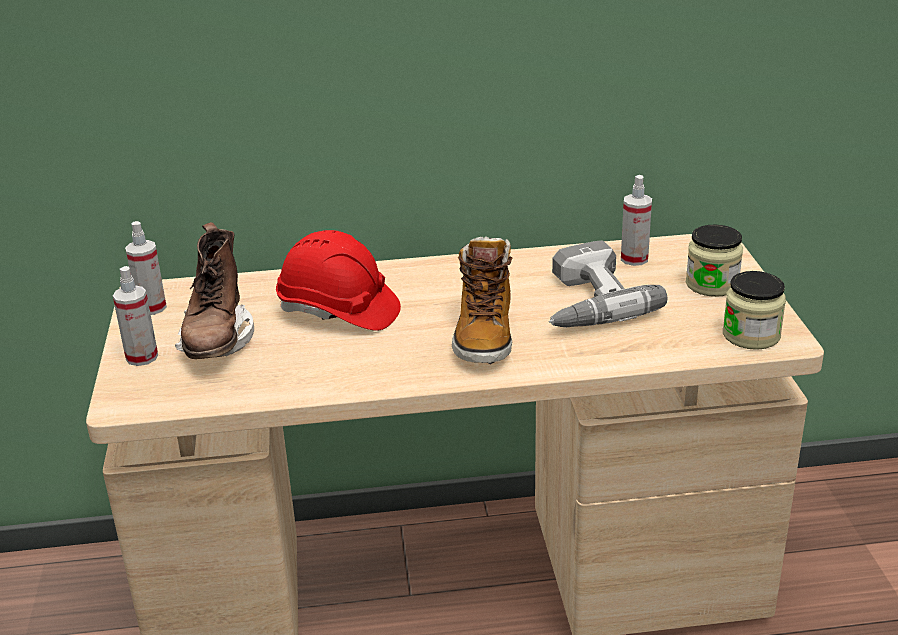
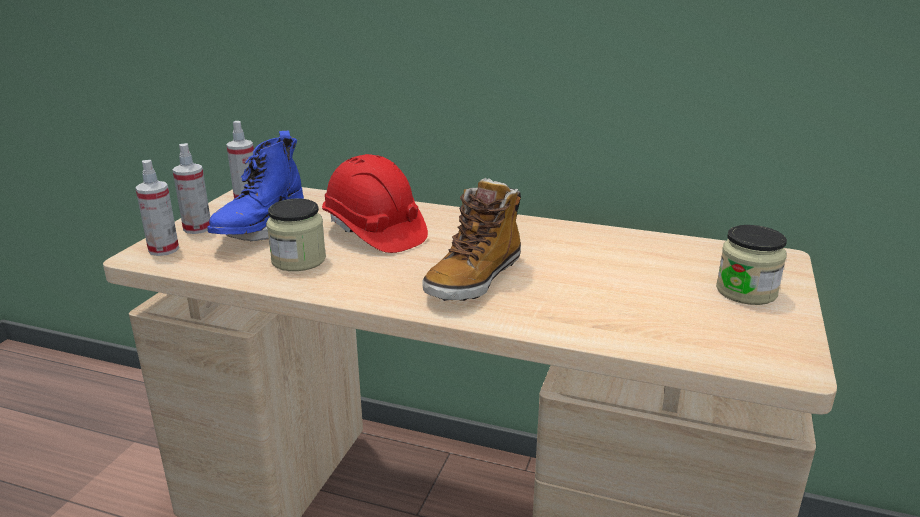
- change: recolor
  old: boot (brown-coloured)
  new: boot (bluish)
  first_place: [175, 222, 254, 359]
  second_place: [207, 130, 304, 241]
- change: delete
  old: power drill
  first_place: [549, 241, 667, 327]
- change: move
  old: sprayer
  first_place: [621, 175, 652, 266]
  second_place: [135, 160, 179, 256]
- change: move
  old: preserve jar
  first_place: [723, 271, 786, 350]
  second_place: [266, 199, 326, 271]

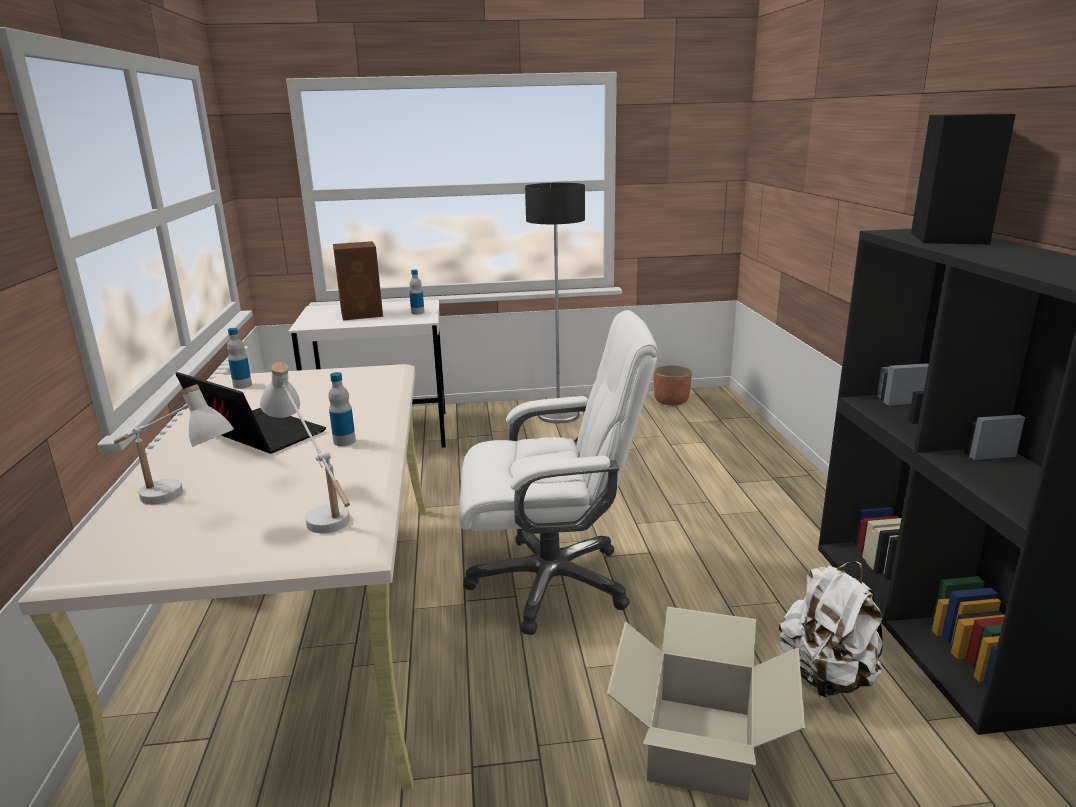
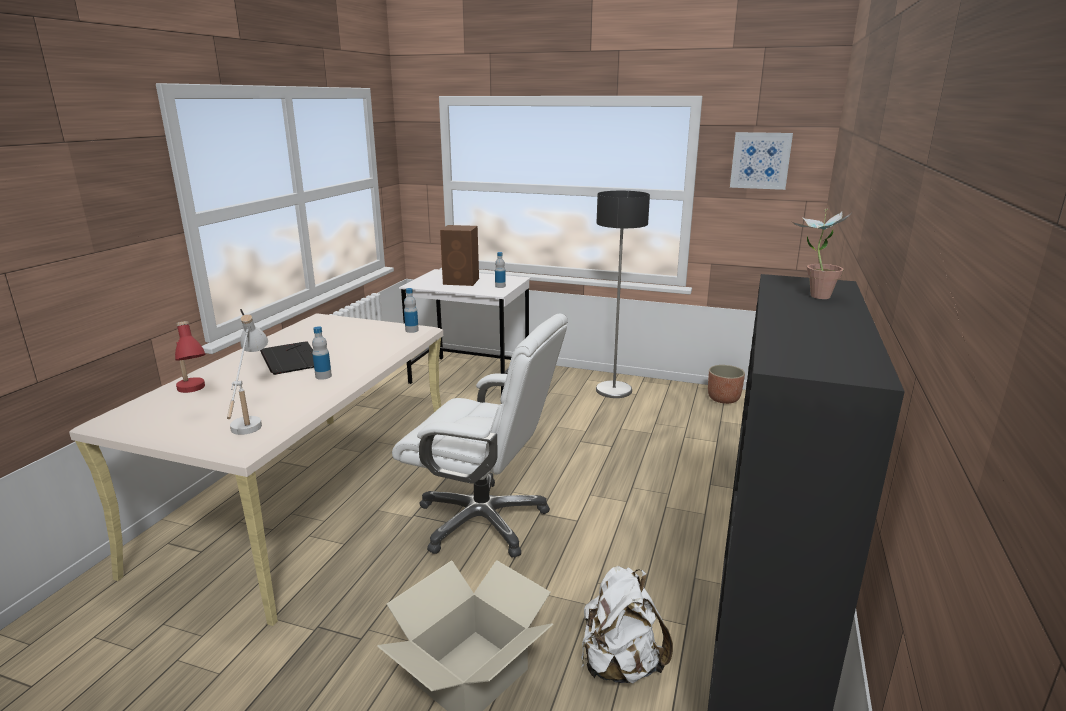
- change: recolor
  old: lamp for a table (white-coloured)
  new: lamp for a table (red)
  first_place: [114, 384, 234, 505]
  second_place: [175, 321, 206, 393]
- change: move
  old: bottle
  first_place: [227, 328, 252, 389]
  second_place: [404, 288, 419, 333]
- change: replace
  old: speaker (black-coloured)
  new: houseplant
  first_place: [911, 113, 1016, 244]
  second_place: [792, 209, 851, 299]
- change: insert
  new: wall picture
  second_place: [730, 132, 793, 190]

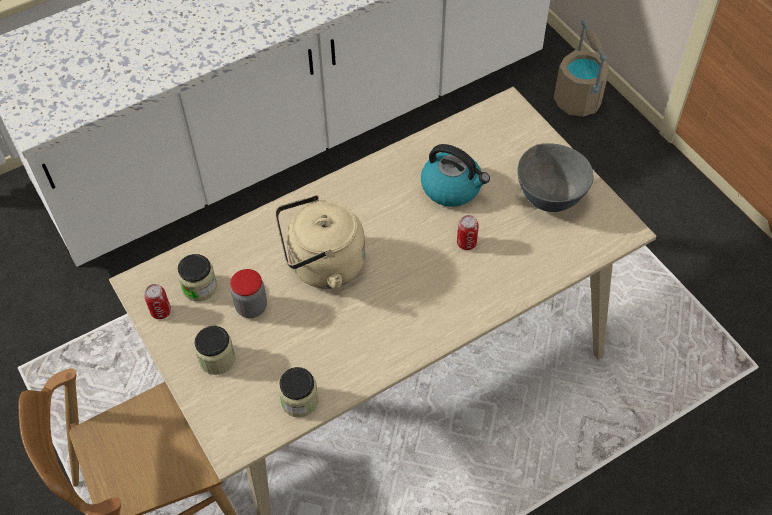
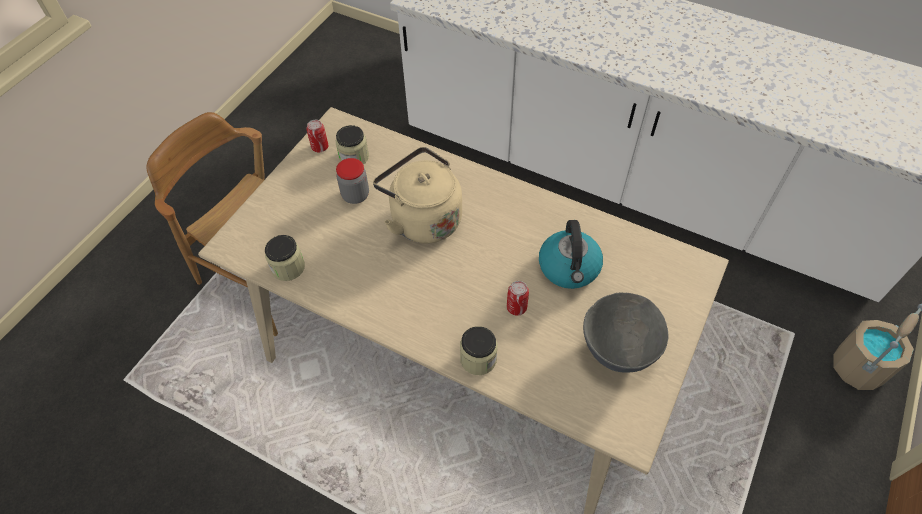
- change: move
  old: preserve jar
  first_place: [194, 326, 235, 375]
  second_place: [460, 326, 498, 375]

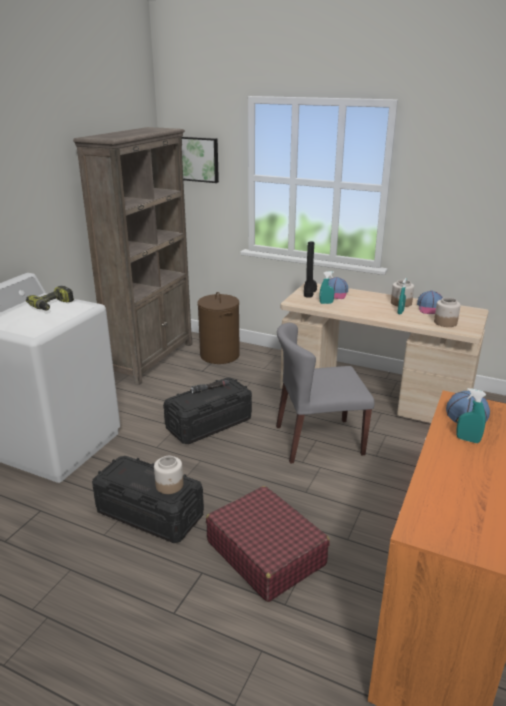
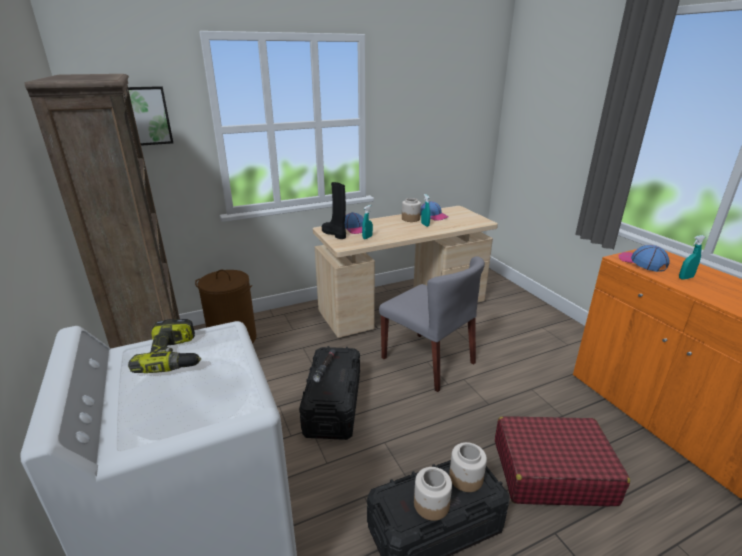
- change: rotate
  old: plain chair (grey)
  first_place: [276, 323, 375, 464]
  second_place: [379, 256, 485, 392]
  degrees: -75
- change: move
  old: preserve jar
  first_place: [434, 297, 461, 327]
  second_place: [414, 467, 452, 521]

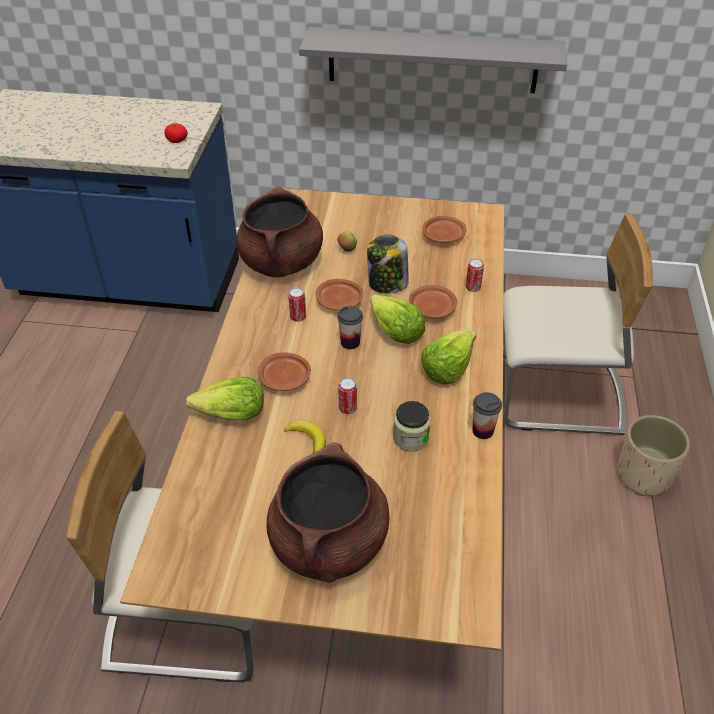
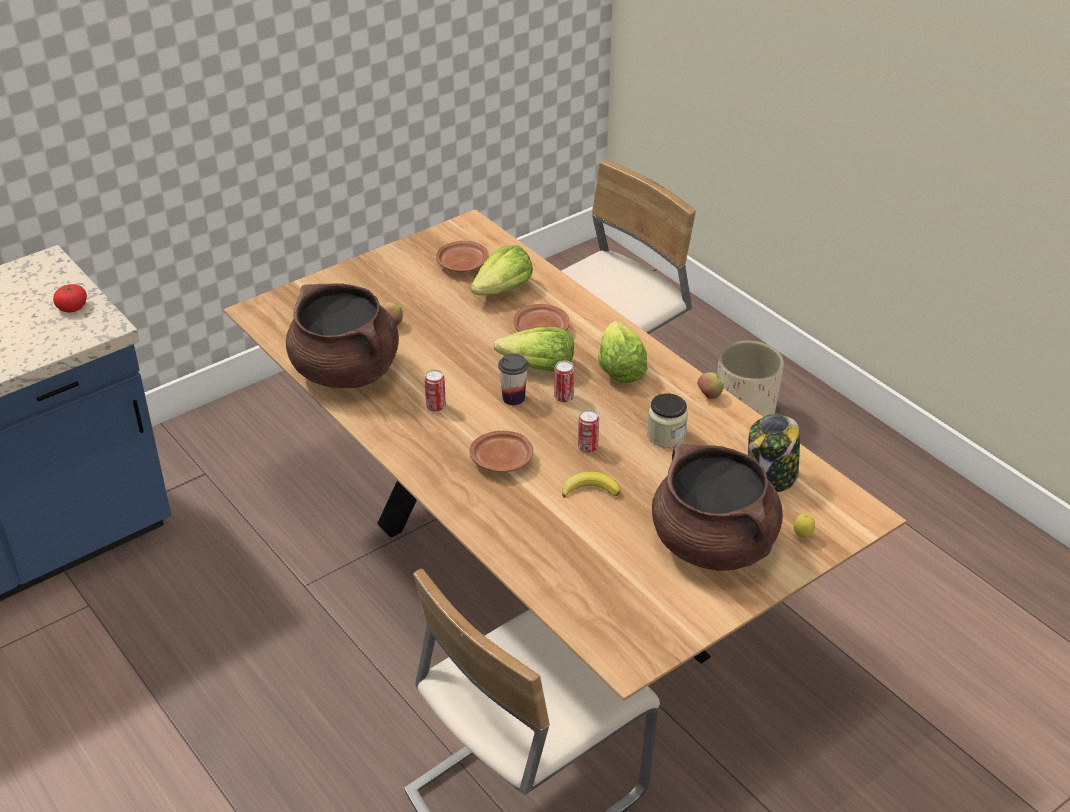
- change: move
  old: head of lettuce
  first_place: [186, 377, 264, 420]
  second_place: [470, 245, 533, 295]
- change: delete
  old: shelf (grey)
  first_place: [299, 27, 567, 93]
- change: delete
  old: dinner plate (brown-coloured)
  first_place: [315, 279, 363, 310]
- change: move
  old: preserve jar
  first_place: [367, 235, 409, 293]
  second_place: [748, 414, 800, 492]
- change: move
  old: metal can
  first_place: [466, 258, 484, 292]
  second_place: [554, 361, 574, 403]
- change: replace
  old: cup
  new: apple fruit
  first_place: [473, 392, 502, 439]
  second_place: [697, 372, 724, 399]
- change: insert
  new: citrus fruit
  second_place: [794, 513, 815, 538]

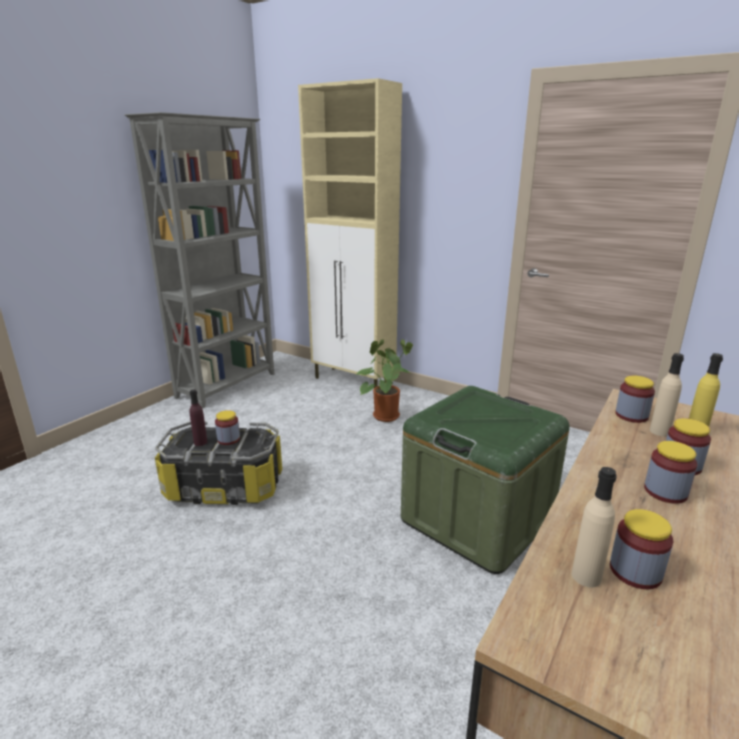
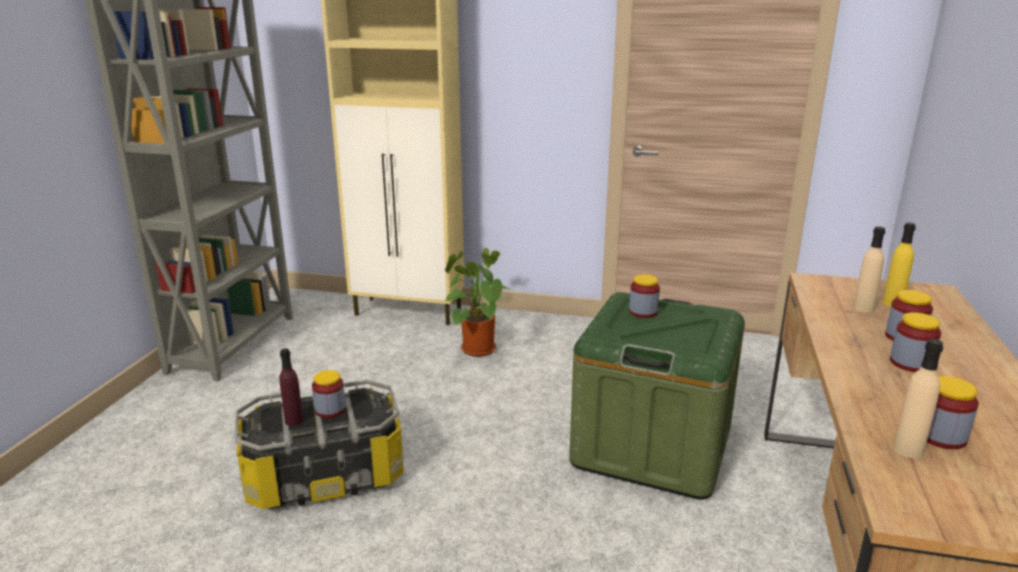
- change: move
  old: preserve jar
  first_place: [615, 376, 655, 423]
  second_place: [629, 274, 660, 318]

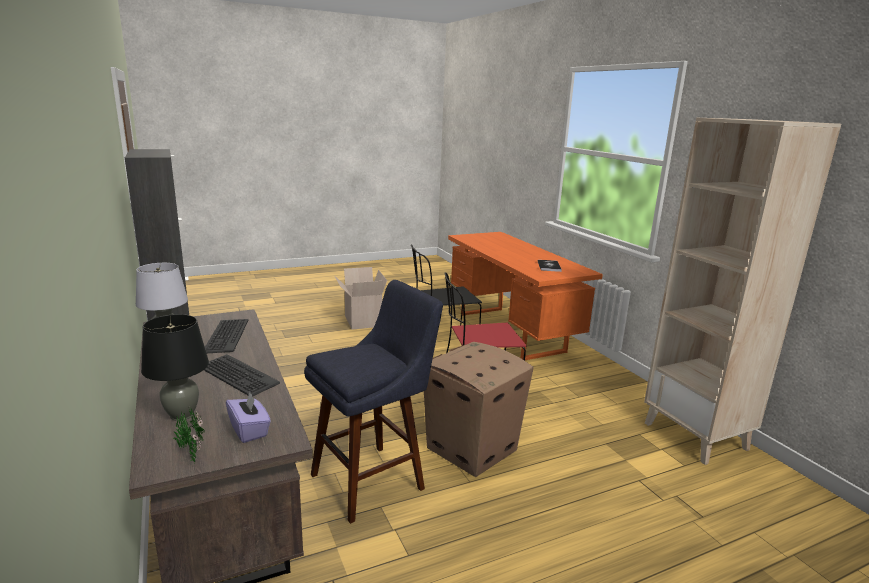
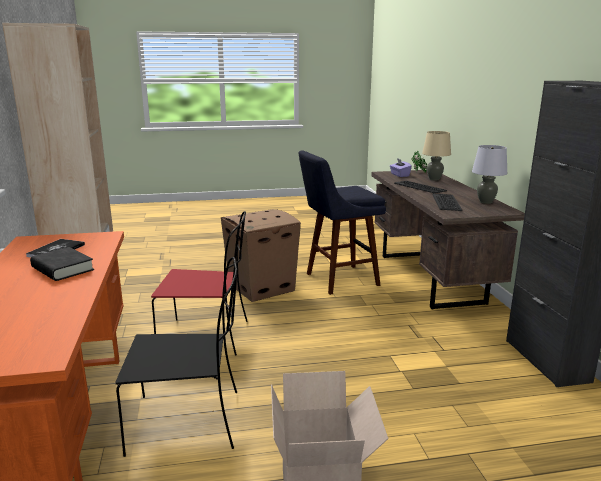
- change: recolor
  old: lamp for a table (black-coloured)
  new: lamp for a table (beige)
  first_place: [141, 314, 209, 421]
  second_place: [422, 131, 451, 181]
- change: insert
  new: bound book (black-coloured)
  second_place: [30, 247, 94, 281]

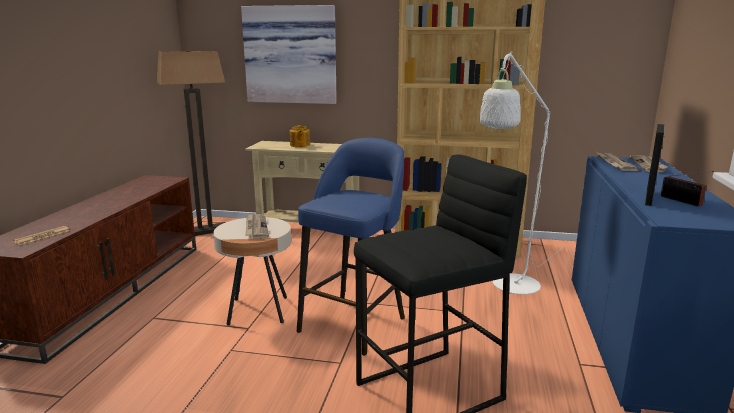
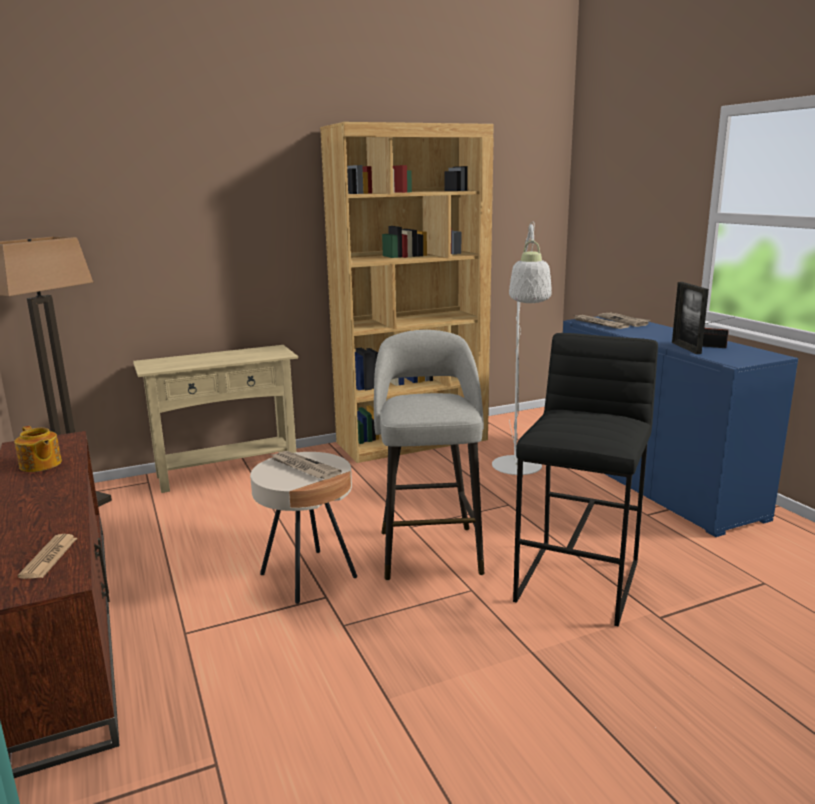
- change: delete
  old: wall picture
  first_place: [241, 5, 337, 104]
- change: move
  old: pot for tea
  first_place: [290, 125, 310, 147]
  second_place: [14, 426, 62, 472]
- change: recolor
  old: sitting stool (bluish)
  new: sitting stool (grey)
  first_place: [297, 138, 405, 356]
  second_place: [374, 330, 484, 580]

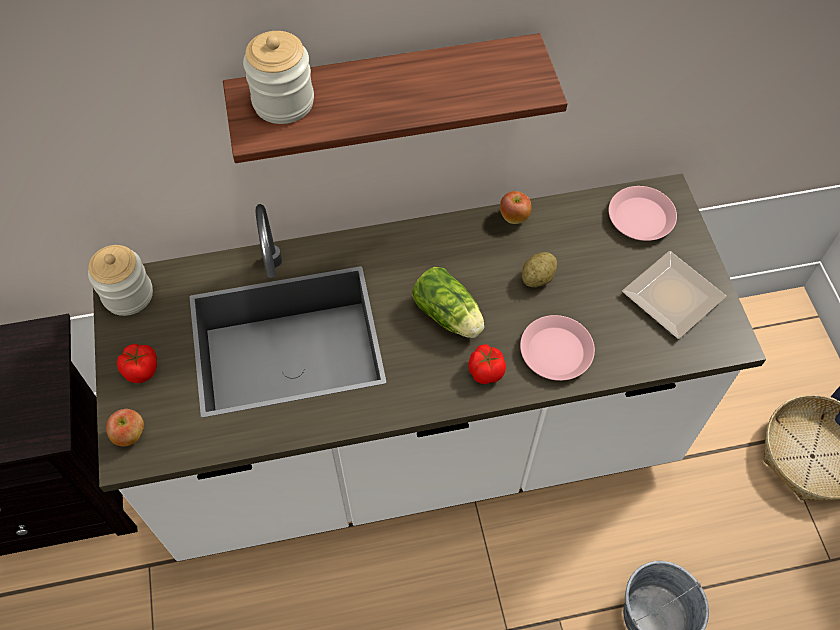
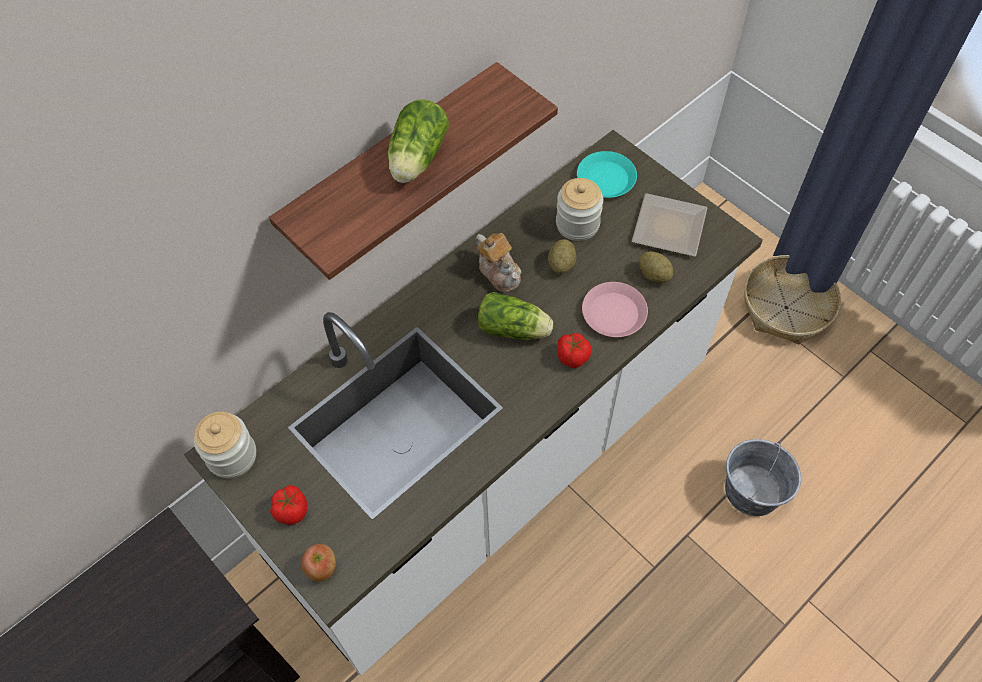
- change: move
  old: preserve jar
  first_place: [243, 31, 314, 124]
  second_place: [556, 178, 603, 241]
- change: delete
  old: apple fruit
  first_place: [500, 191, 532, 224]
- change: recolor
  old: dinner plate (pinkish)
  new: dinner plate (turquoise-coloured)
  first_place: [608, 186, 677, 241]
  second_place: [577, 151, 637, 198]
- change: insert
  new: head of lettuce
  second_place: [388, 99, 449, 183]
- change: insert
  new: pot for tea
  second_place: [476, 233, 522, 292]
- change: insert
  new: whole potato
  second_place: [639, 251, 673, 283]

